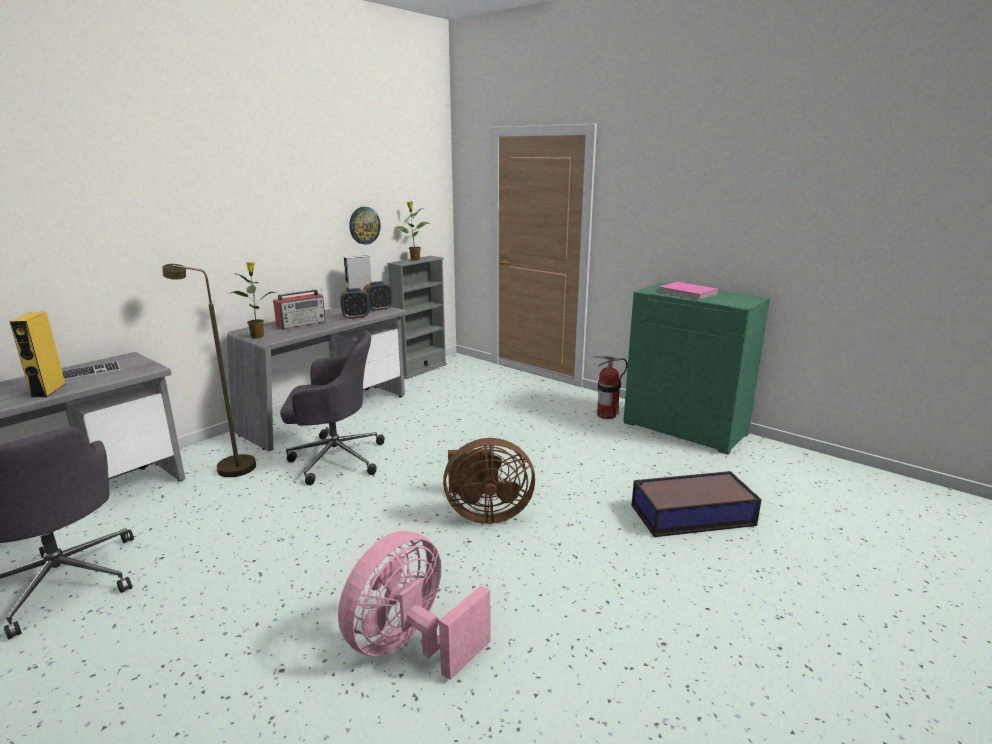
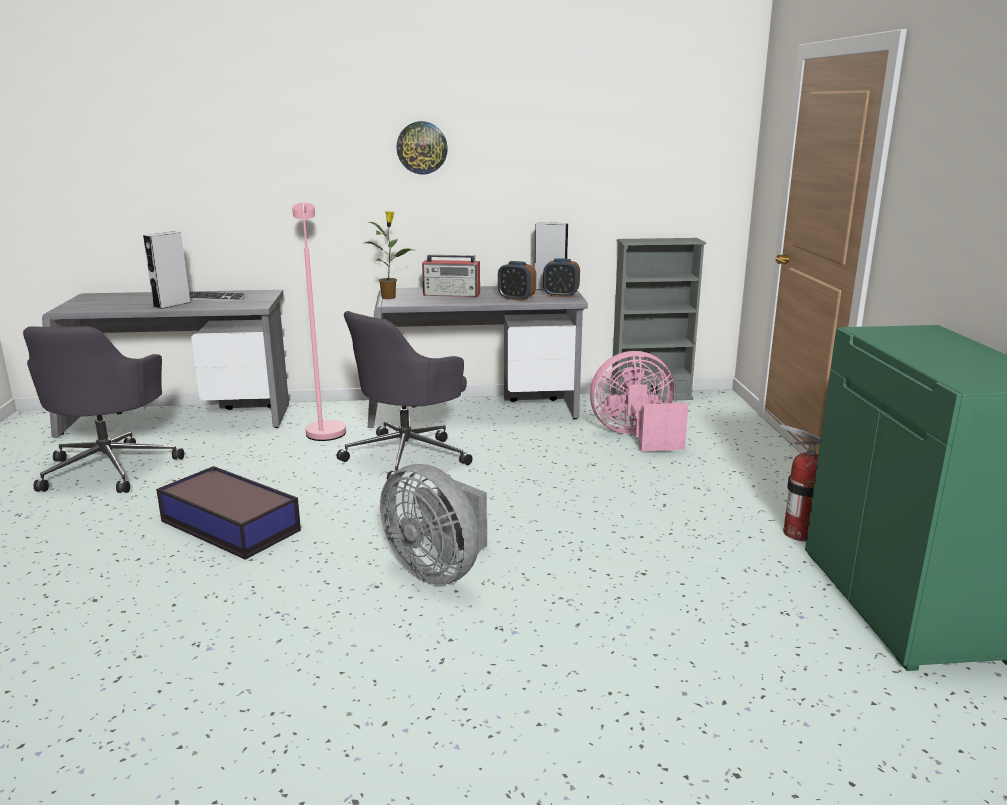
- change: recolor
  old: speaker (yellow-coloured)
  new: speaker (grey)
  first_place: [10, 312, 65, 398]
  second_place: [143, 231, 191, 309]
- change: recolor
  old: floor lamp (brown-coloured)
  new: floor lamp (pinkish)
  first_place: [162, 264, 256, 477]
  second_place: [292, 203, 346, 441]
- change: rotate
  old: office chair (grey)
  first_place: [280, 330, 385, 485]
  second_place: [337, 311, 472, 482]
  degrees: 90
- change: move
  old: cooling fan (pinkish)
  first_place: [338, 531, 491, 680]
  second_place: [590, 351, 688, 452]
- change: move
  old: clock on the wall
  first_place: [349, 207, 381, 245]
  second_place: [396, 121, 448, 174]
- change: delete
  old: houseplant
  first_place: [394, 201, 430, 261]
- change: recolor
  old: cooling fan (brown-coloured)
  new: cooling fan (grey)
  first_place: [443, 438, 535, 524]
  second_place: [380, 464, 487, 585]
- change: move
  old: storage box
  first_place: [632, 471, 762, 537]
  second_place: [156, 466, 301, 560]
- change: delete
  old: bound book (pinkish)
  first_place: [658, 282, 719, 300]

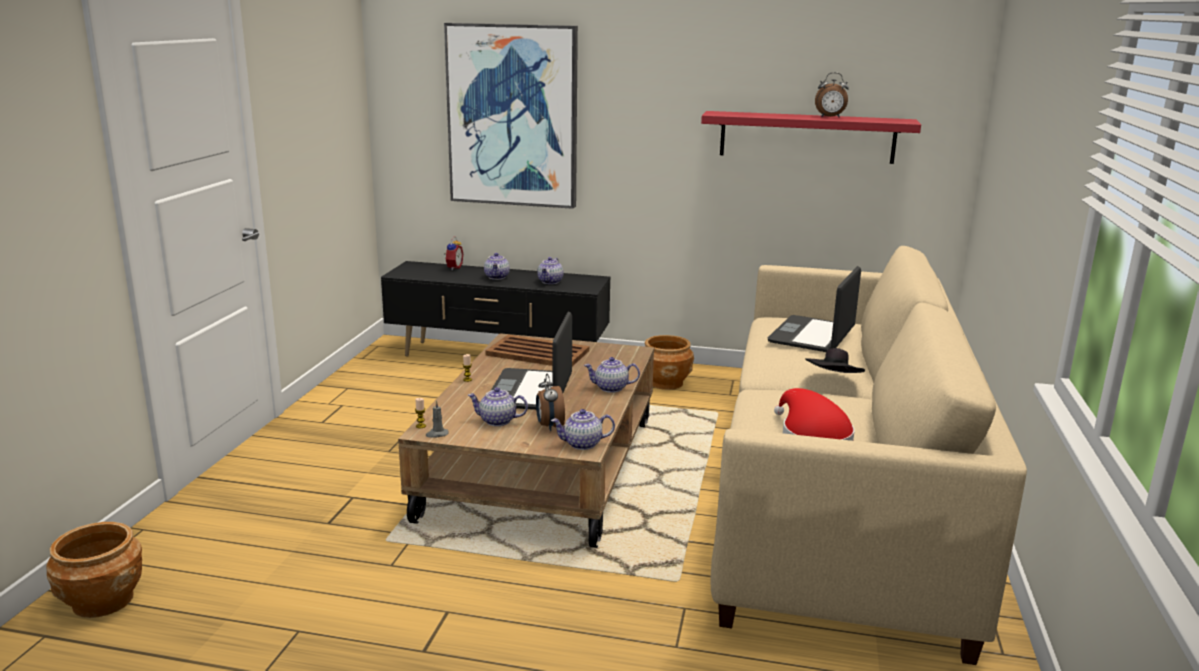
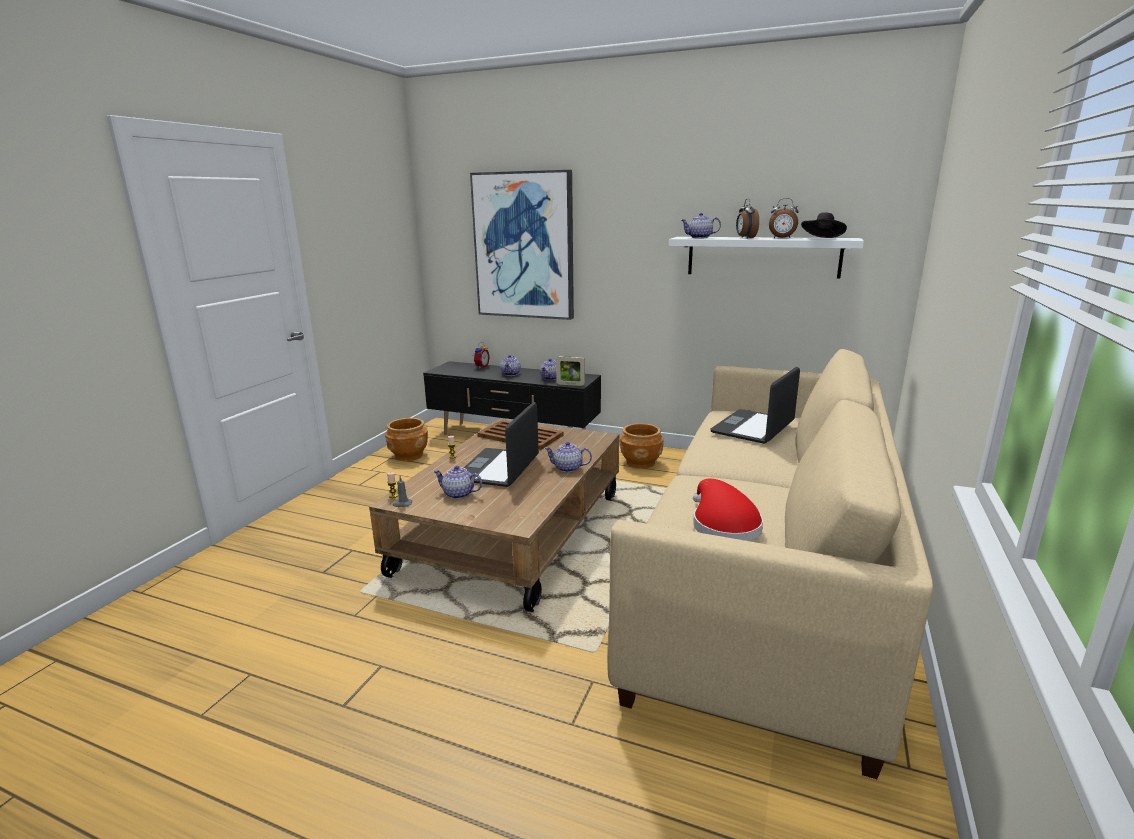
- change: move
  old: flower pot (brown-coloured)
  first_place: [46, 522, 142, 618]
  second_place: [385, 418, 428, 461]
- change: move
  old: table clock
  first_place: [536, 374, 565, 431]
  second_place: [736, 199, 759, 239]
- change: move
  old: pot for tea
  first_place: [551, 409, 615, 450]
  second_place: [681, 213, 721, 238]
- change: recolor
  old: shelf (red)
  new: shelf (white-coloured)
  first_place: [701, 111, 921, 164]
  second_place: [669, 237, 864, 279]
- change: move
  old: hat (black-coloured)
  first_place: [805, 348, 865, 373]
  second_place: [801, 212, 847, 238]
- change: insert
  new: standing frame
  second_place: [556, 356, 585, 386]

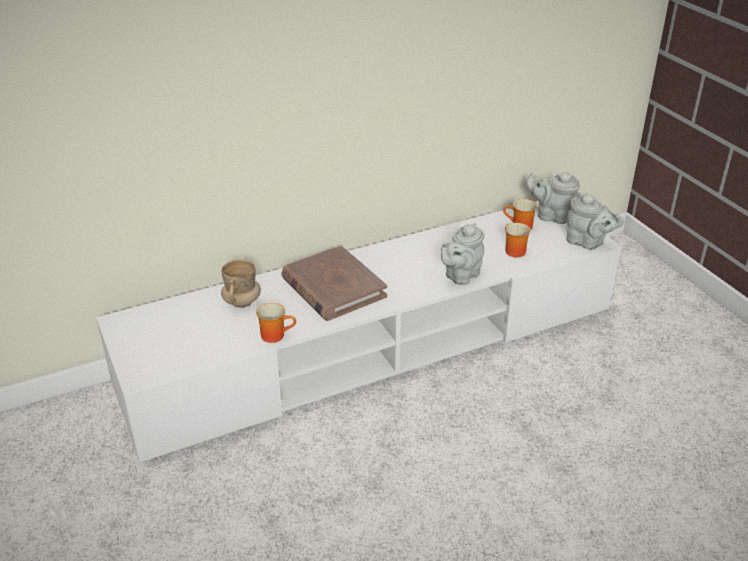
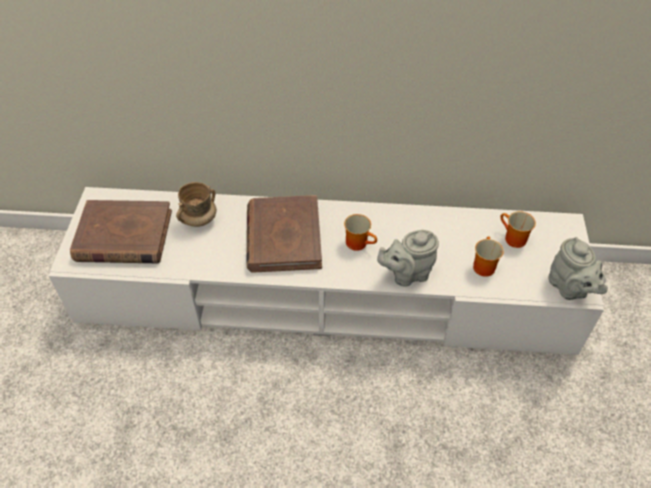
- change: move
  old: coffee mug
  first_place: [256, 303, 296, 343]
  second_place: [344, 214, 377, 251]
- change: delete
  old: pot for tea (grey)
  first_place: [526, 172, 580, 224]
- change: insert
  new: bound book (brown-coloured)
  second_place: [70, 200, 172, 263]

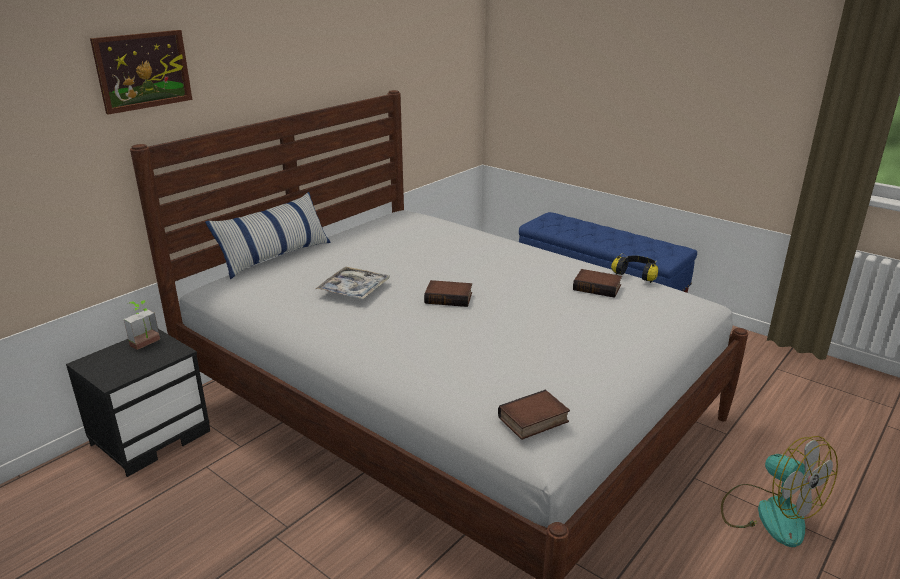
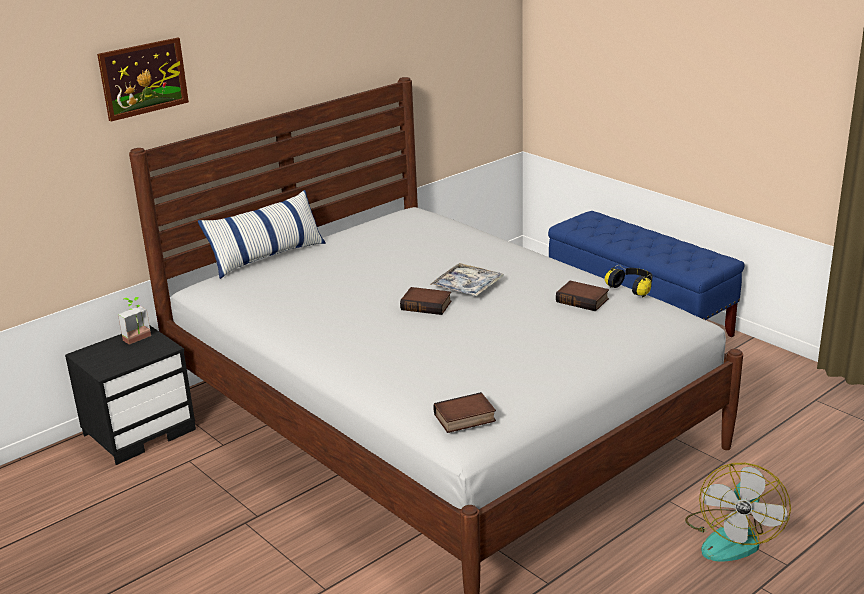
- change: move
  old: serving tray
  first_place: [316, 267, 390, 299]
  second_place: [430, 263, 503, 296]
- change: rotate
  old: cooling fan
  first_place: [721, 436, 838, 547]
  second_place: [685, 463, 791, 562]
  degrees: 45

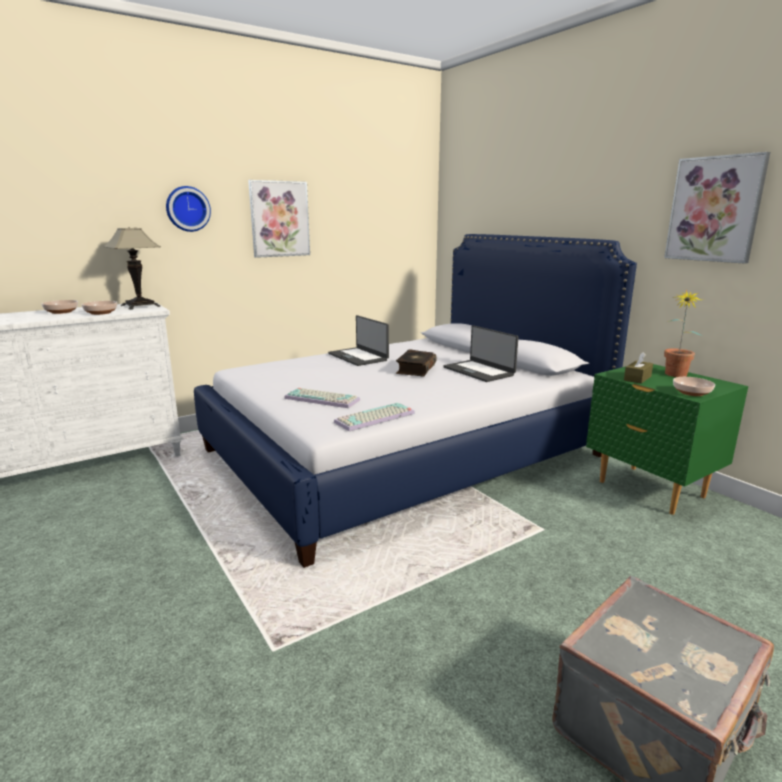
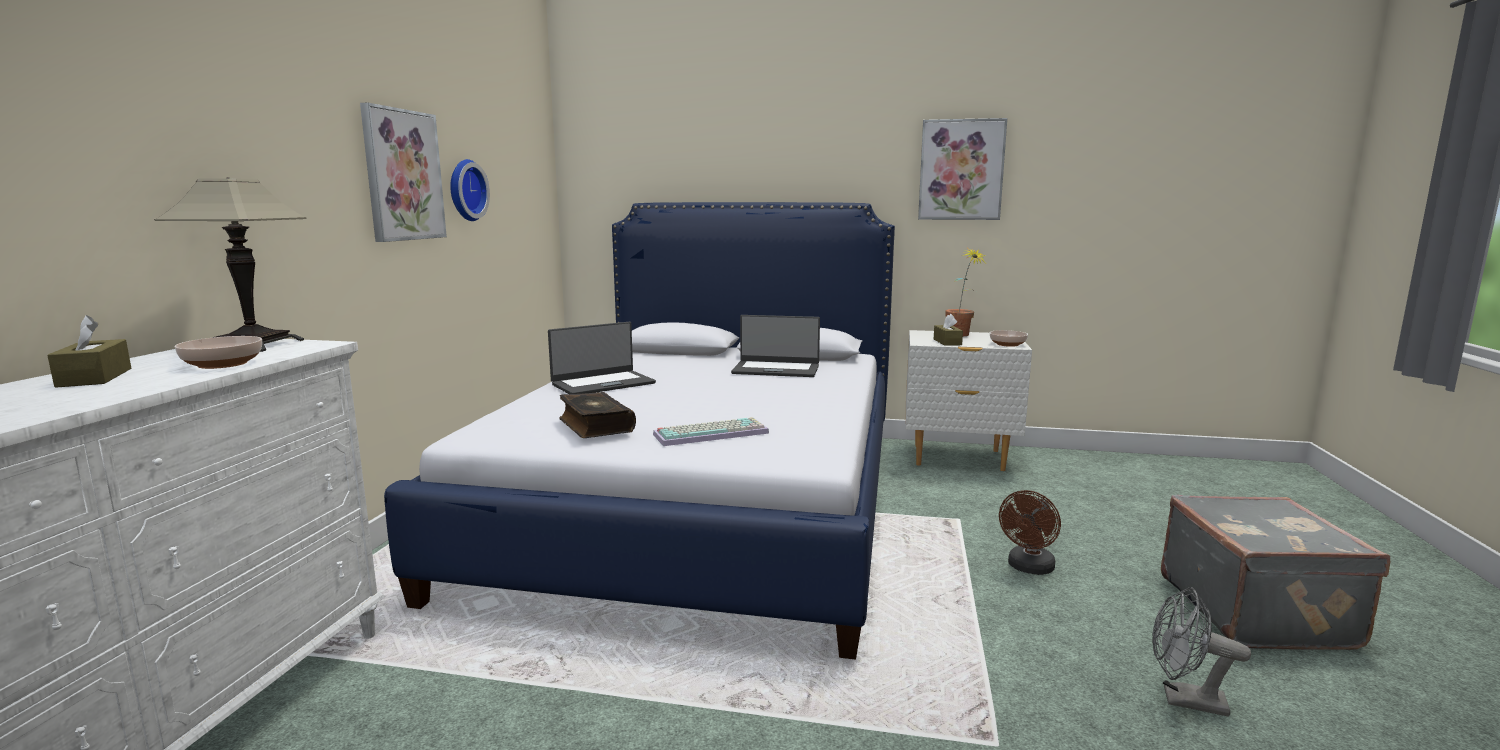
- change: replace
  old: bowl
  new: tissue holder (brown-coloured)
  first_place: [42, 300, 78, 314]
  second_place: [47, 315, 131, 388]
- change: move
  old: clock on the wall
  first_place: [166, 186, 211, 232]
  second_place: [450, 159, 490, 221]
- change: rotate
  old: notebook computer
  first_place: [328, 315, 389, 366]
  second_place: [548, 322, 656, 394]
  degrees: -45
- change: delete
  old: PC keyboard
  first_place: [334, 403, 415, 431]
- change: move
  old: bound book
  first_place: [396, 349, 437, 377]
  second_place: [559, 392, 636, 438]
- change: recolor
  old: night table (greenish)
  new: night table (white-coloured)
  first_place: [586, 364, 748, 515]
  second_place: [906, 330, 1032, 471]
- change: insert
  new: cooling fan (brown-coloured)
  second_place: [999, 490, 1061, 575]
- change: insert
  new: cooling fan (grey)
  second_place: [1152, 587, 1251, 716]

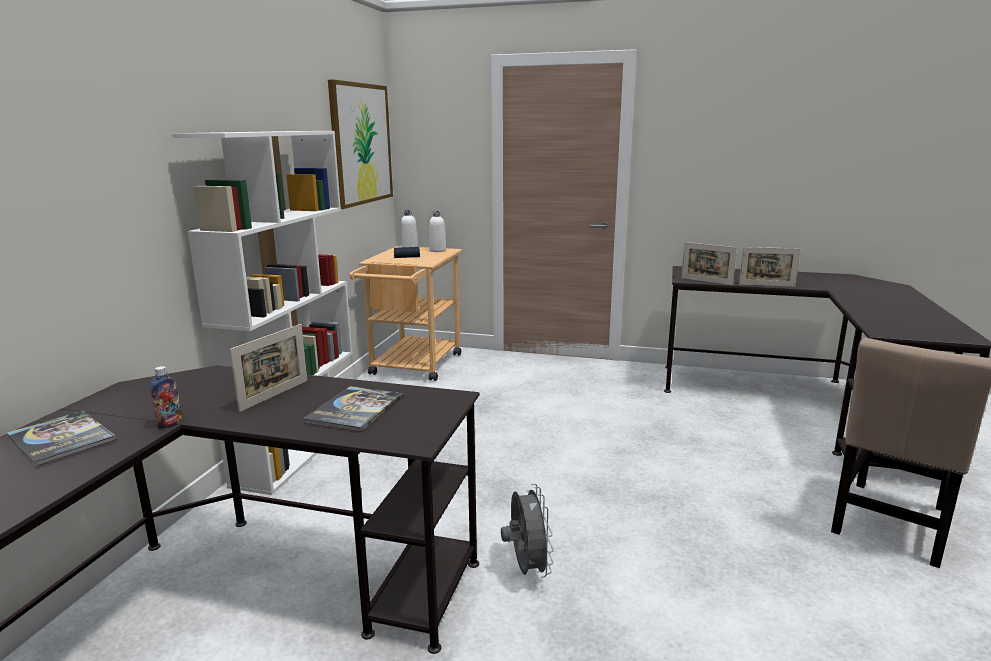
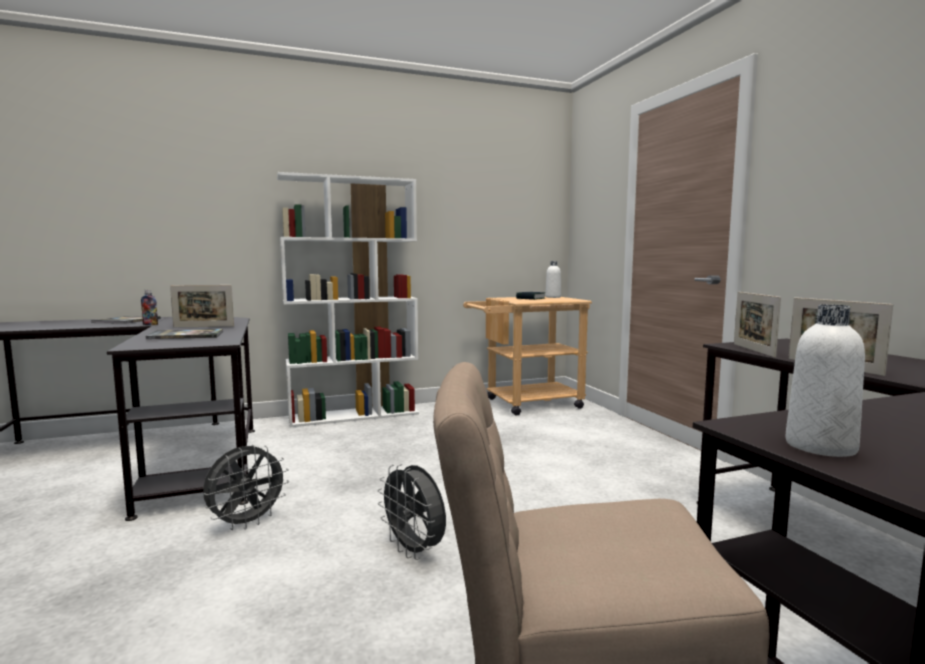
- change: delete
  old: wall picture
  first_place: [328, 79, 393, 209]
- change: move
  old: bottle (white-coloured)
  first_place: [429, 211, 446, 252]
  second_place: [785, 304, 865, 457]
- change: insert
  new: cooling fan (grey)
  second_place: [377, 464, 446, 560]

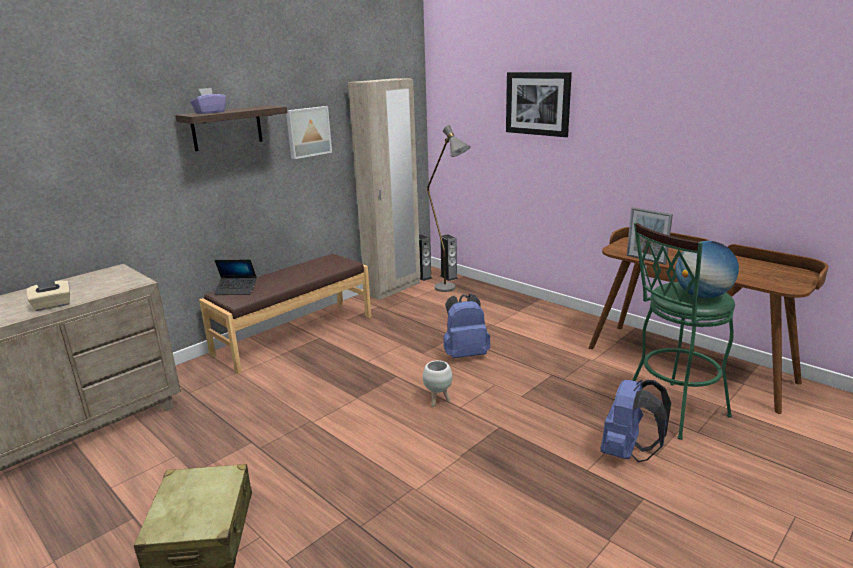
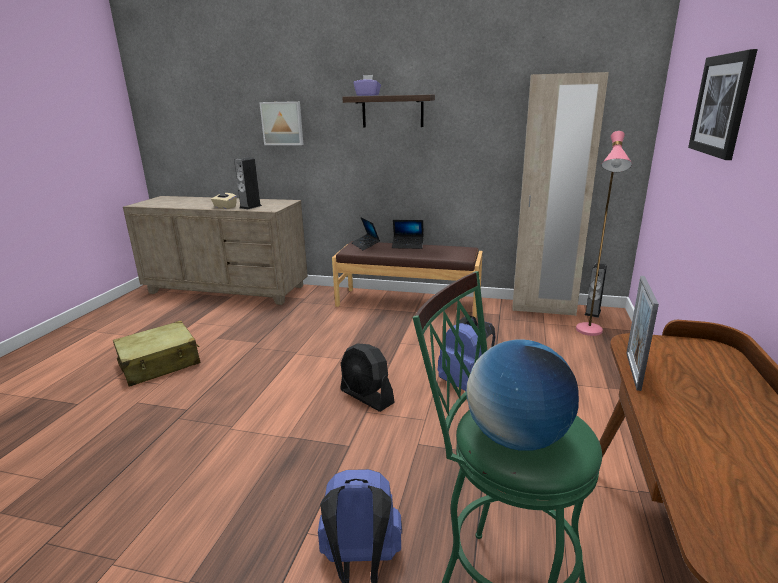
- change: move
  old: wall picture
  first_place: [286, 106, 332, 159]
  second_place: [259, 101, 304, 145]
- change: replace
  old: flower pot (white-coloured)
  new: cooling fan (black-coloured)
  first_place: [423, 360, 453, 407]
  second_place: [340, 343, 395, 412]
- change: recolor
  old: floor lamp (grey)
  new: floor lamp (pinkish)
  first_place: [427, 125, 471, 292]
  second_place: [576, 131, 632, 336]
- change: move
  old: speaker
  first_place: [440, 234, 458, 281]
  second_place: [234, 157, 262, 209]
- change: insert
  new: notebook computer
  second_place: [392, 220, 424, 249]

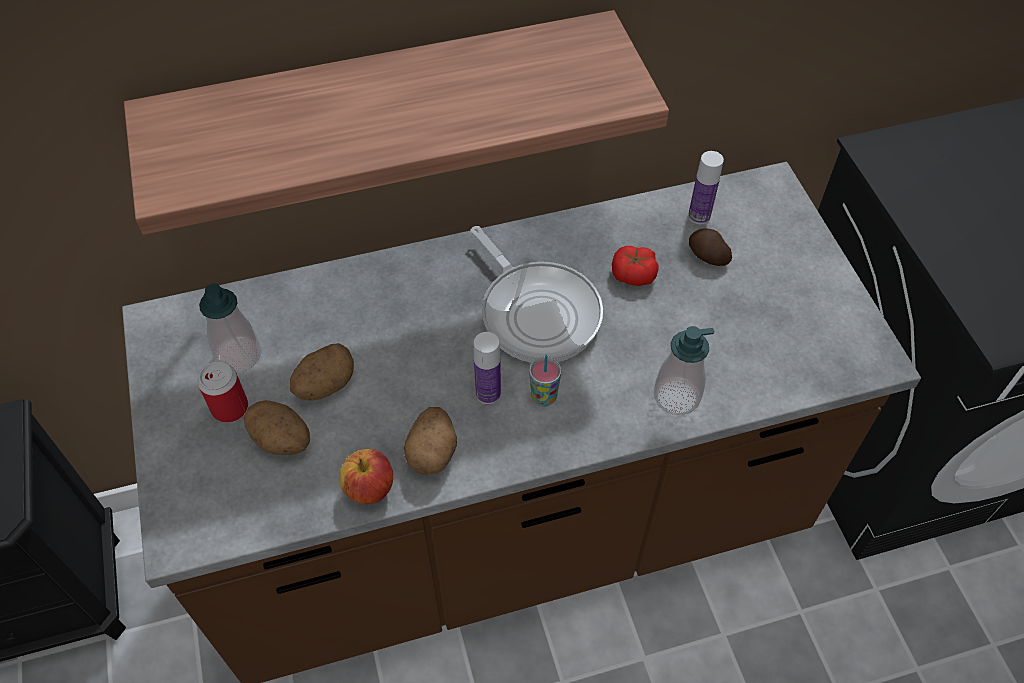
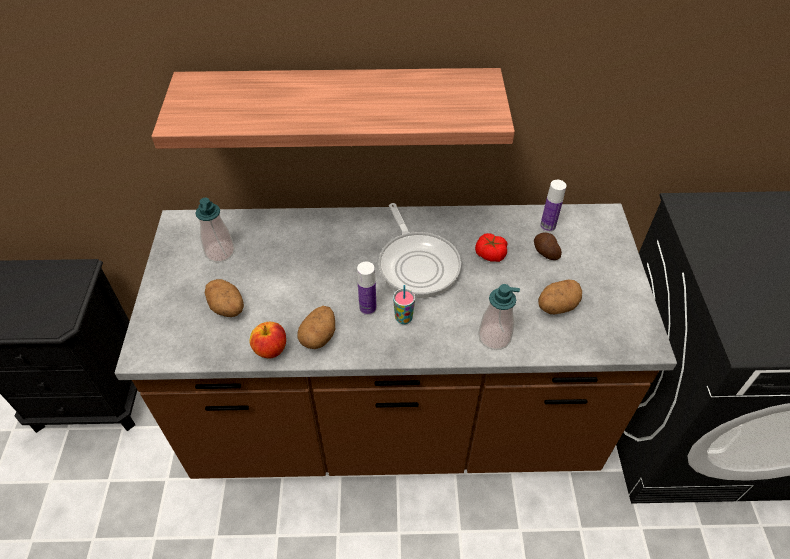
- change: delete
  old: metal can
  first_place: [197, 361, 248, 423]
- change: move
  old: whole potato
  first_place: [290, 343, 354, 401]
  second_place: [538, 280, 582, 314]

